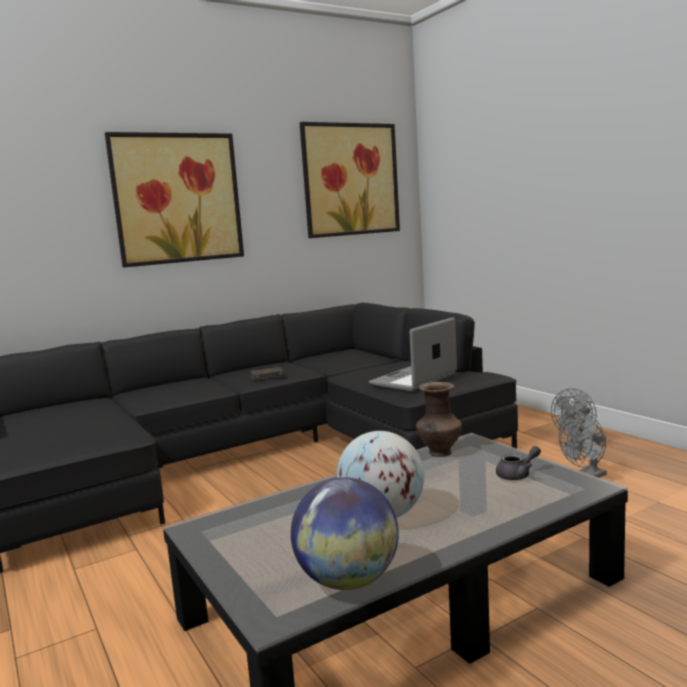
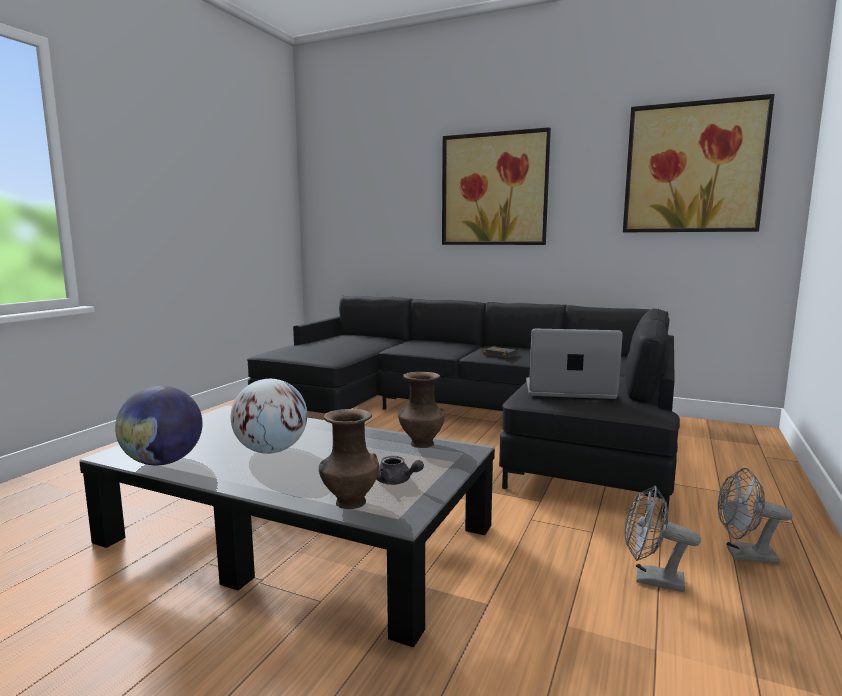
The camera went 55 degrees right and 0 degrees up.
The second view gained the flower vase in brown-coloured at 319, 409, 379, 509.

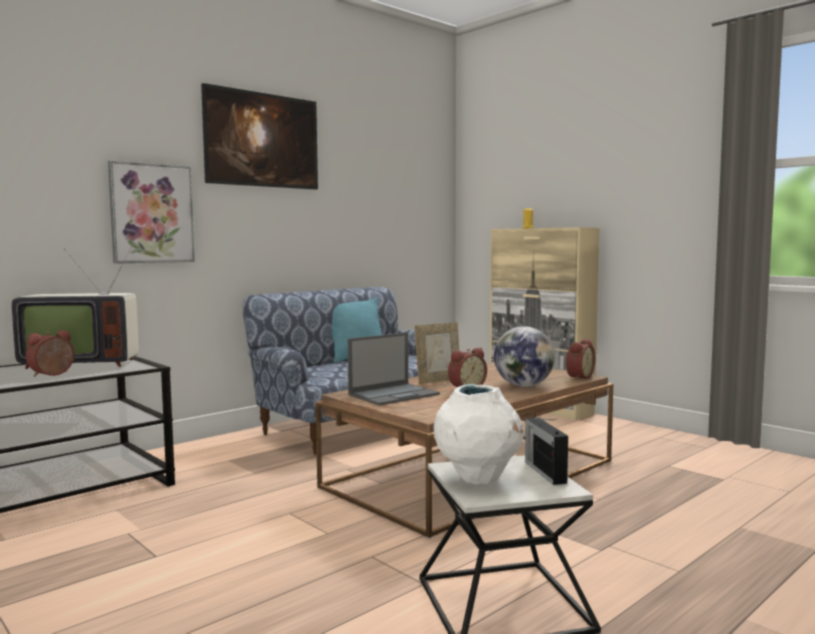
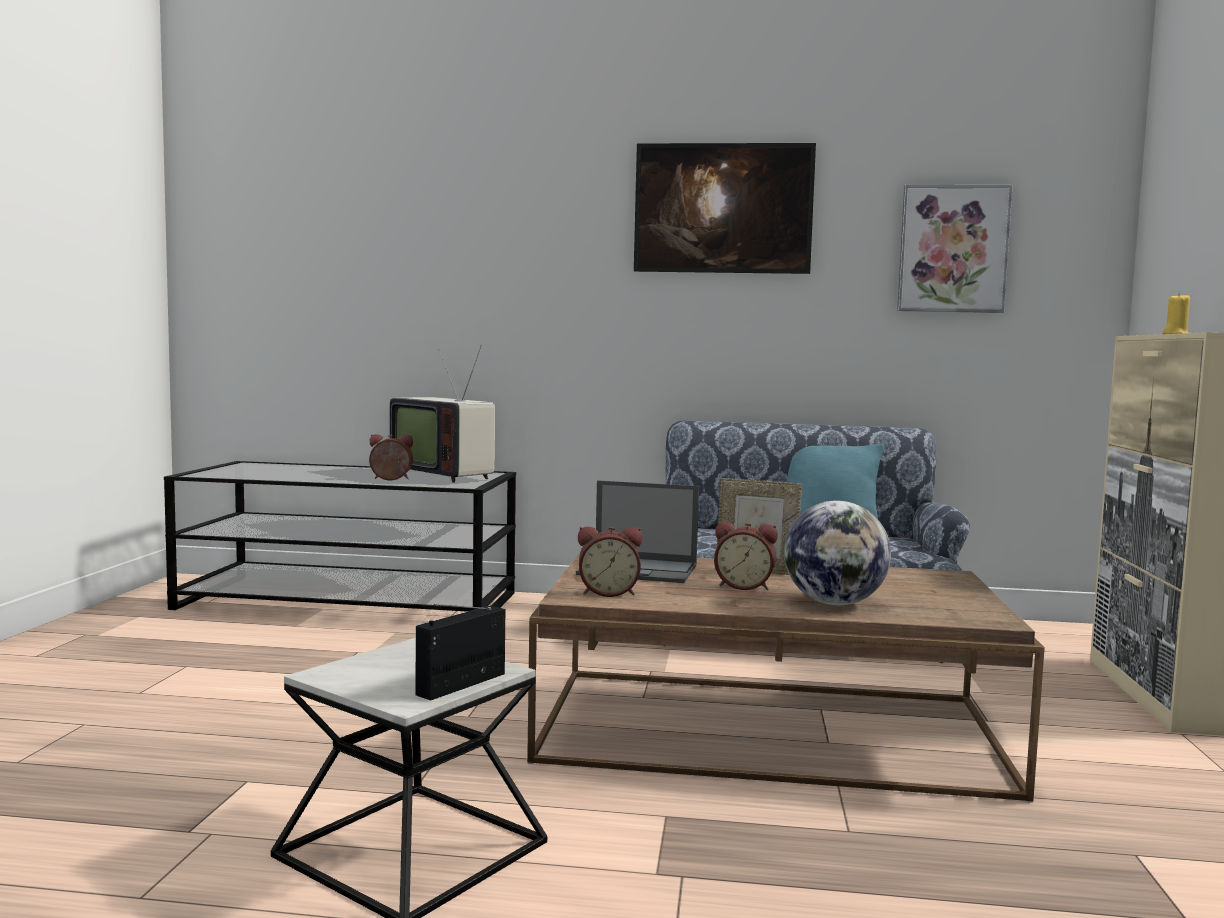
The camera went 50 degrees right and 0 degrees up.
The wall art ended up elsewhere, having gone from 108, 161, 195, 264 to 897, 185, 1013, 313.
The bedside clock ended up elsewhere, having gone from 566, 339, 595, 380 to 578, 526, 642, 597.
The second view lost the flower vase in white at 434, 384, 524, 484.

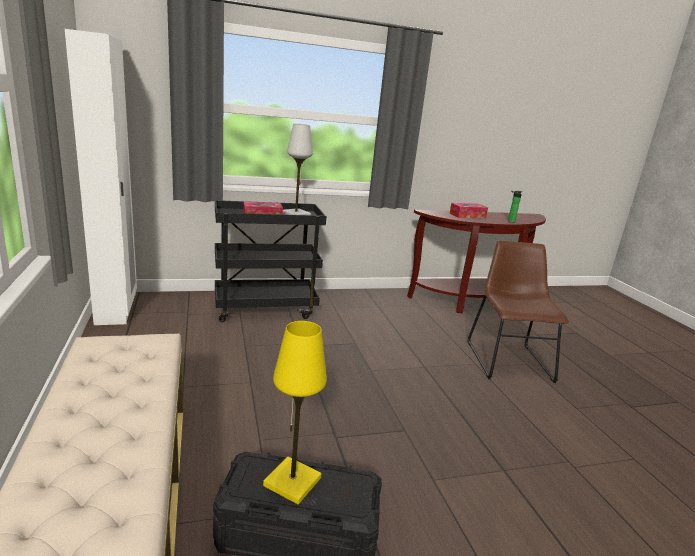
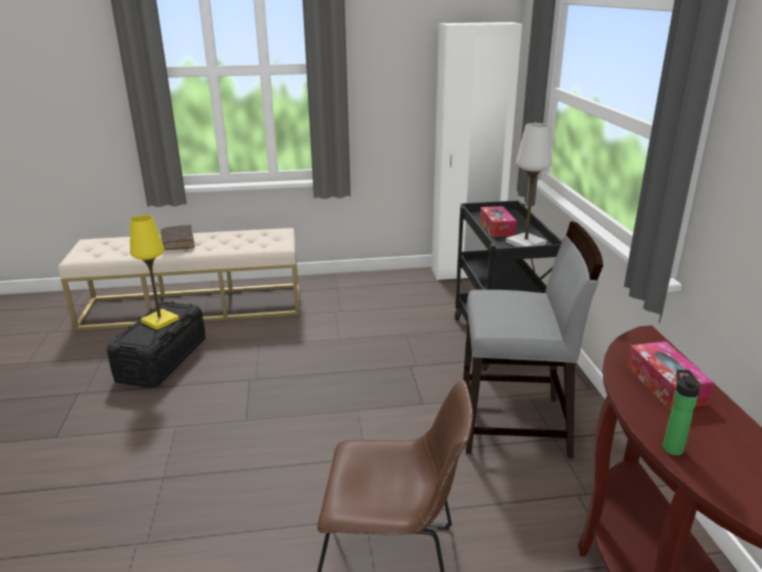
The camera went 100 degrees right and 5 degrees up.
The second view gained the chair in greyish at 463, 221, 603, 458.
The second view gained the volume in brown-coloured at 161, 225, 195, 250.

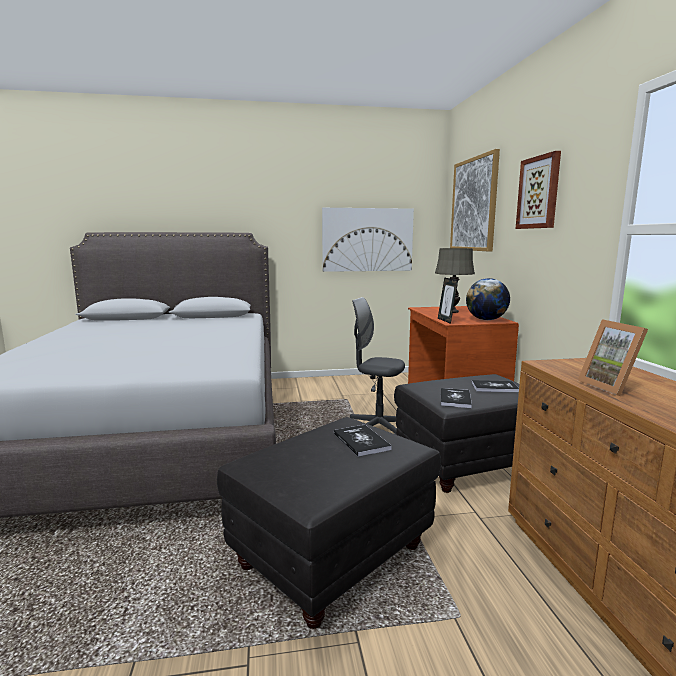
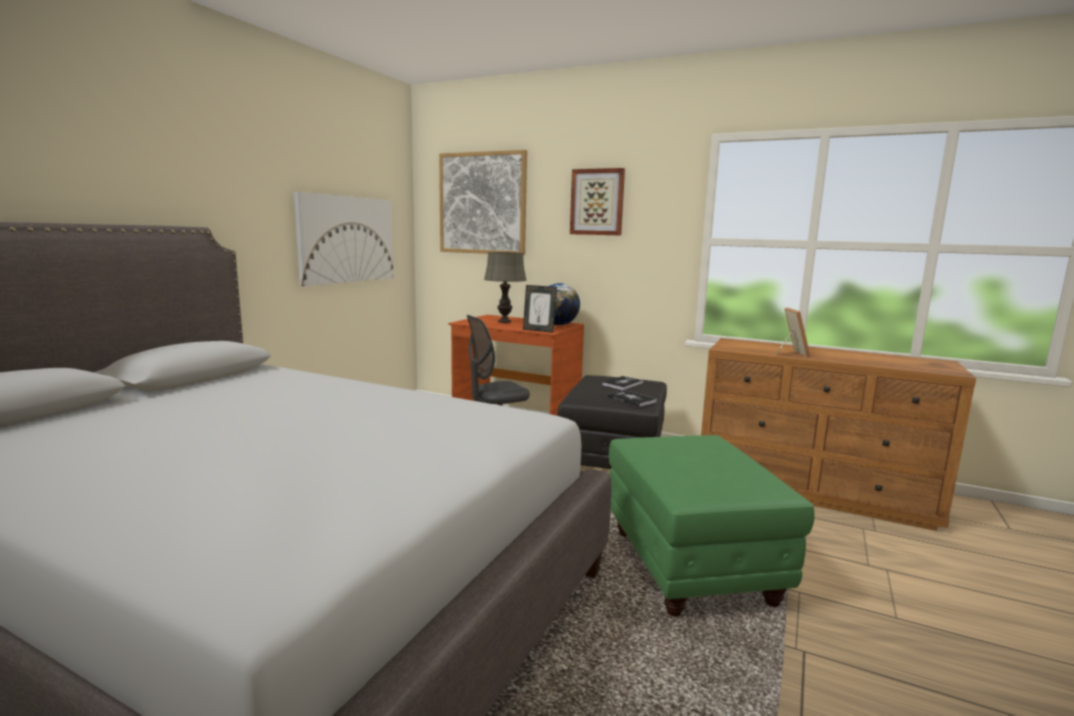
The camera went 55 degrees left and 0 degrees up.
The picture frame at 578, 319, 648, 396 ended up facing another way, 105 degrees counterclockwise from before.
What was the pouffe in black at 217, 417, 441, 629 turned into the pouffe in green-coloured at 609, 435, 814, 616.
The second view lost the volume at 334, 425, 392, 457.

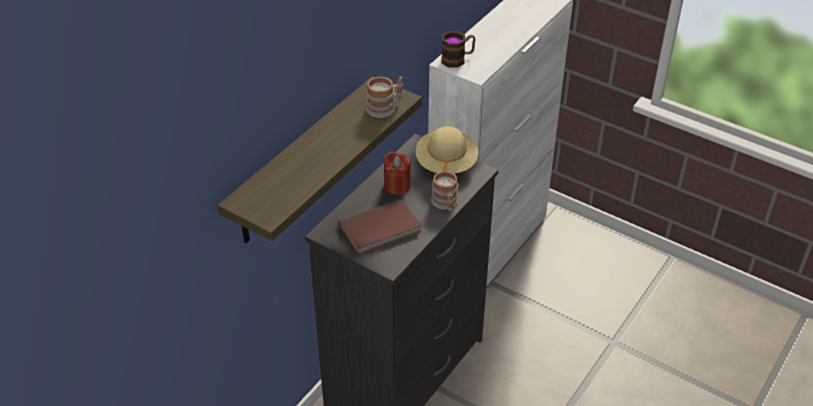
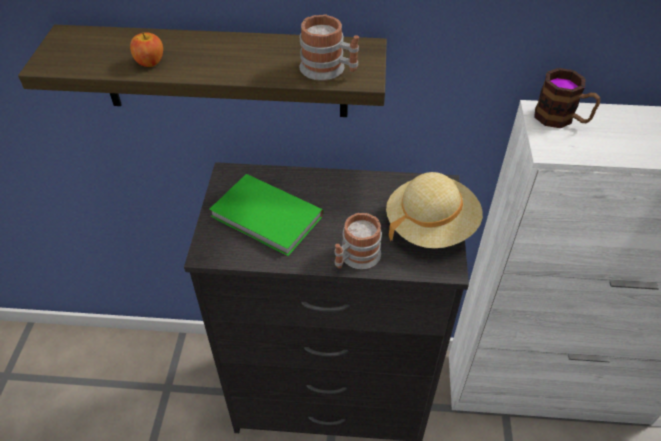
The camera went 60 degrees right and 5 degrees up.
The second view lost the wax light in reddish at 383, 152, 411, 195.
What was the volume in brown-coloured at 338, 199, 422, 255 turned into the volume in green-coloured at 209, 174, 324, 256.
The second view gained the apple at 130, 32, 163, 67.

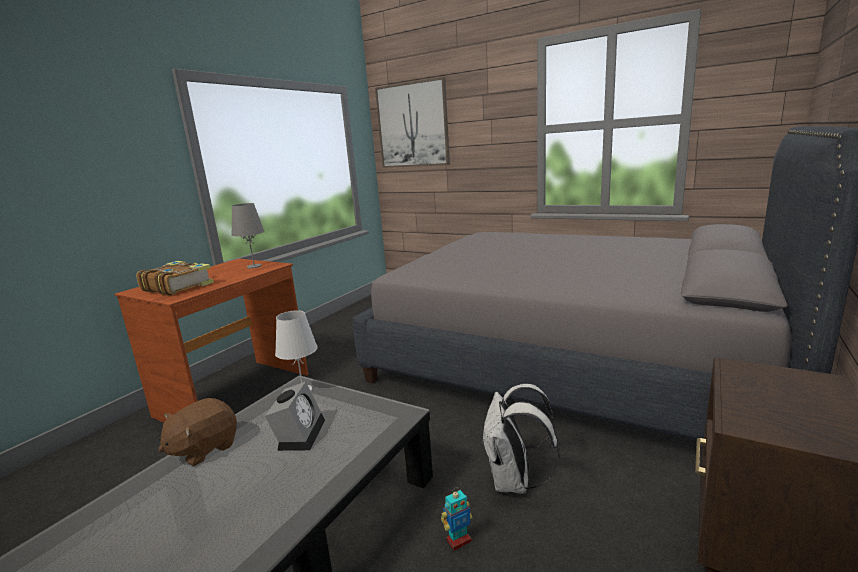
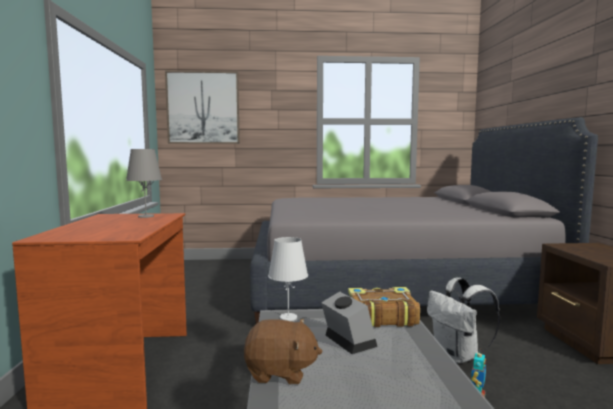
The camera went 35 degrees left and 10 degrees down.
The volume ended up elsewhere, having gone from 136, 261, 214, 296 to 348, 287, 420, 327.
The soft toy in brown-coloured at 158, 398, 237, 466 ended up facing another way, 90 degrees counterclockwise from before.

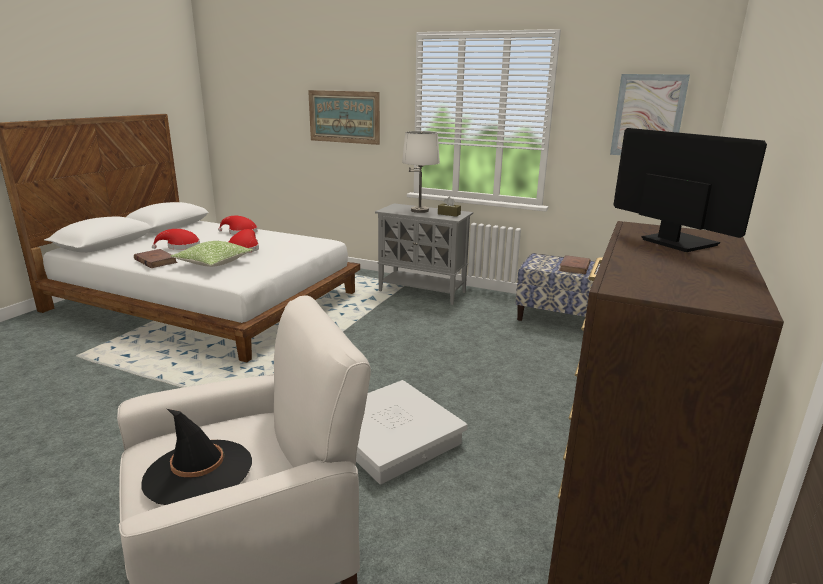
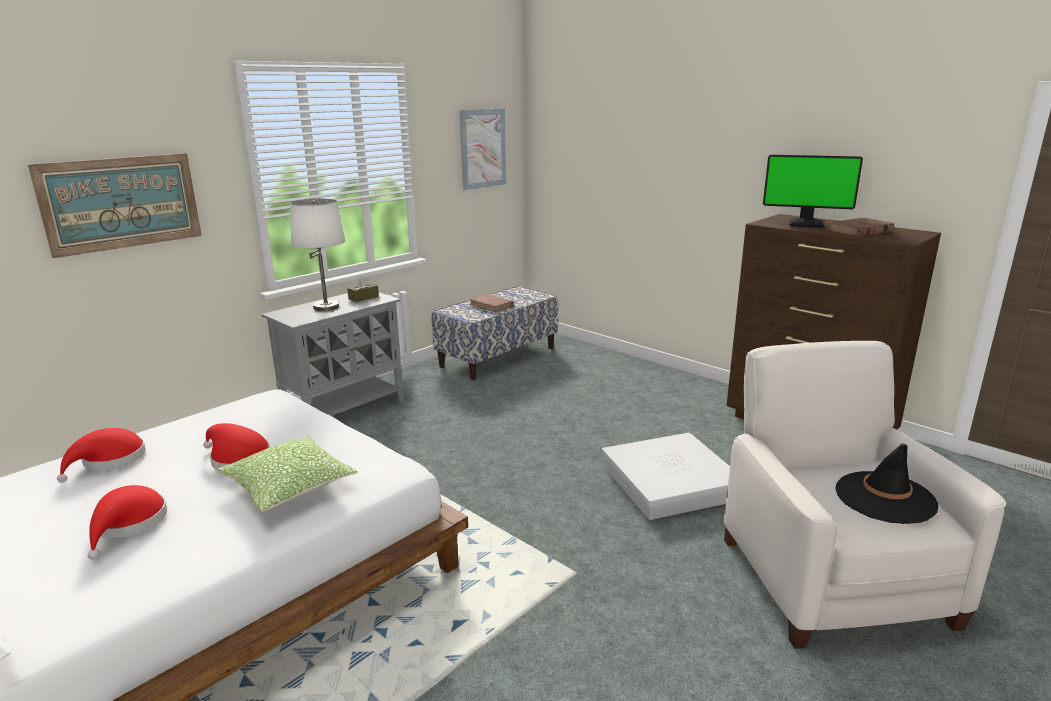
The camera went 70 degrees left and 0 degrees up.
The monitor at 613, 128, 767, 252 ended up facing another way, 150 degrees counterclockwise from before.
The volume in brown-coloured ended up elsewhere, having gone from 134, 249, 178, 268 to 827, 218, 894, 236.

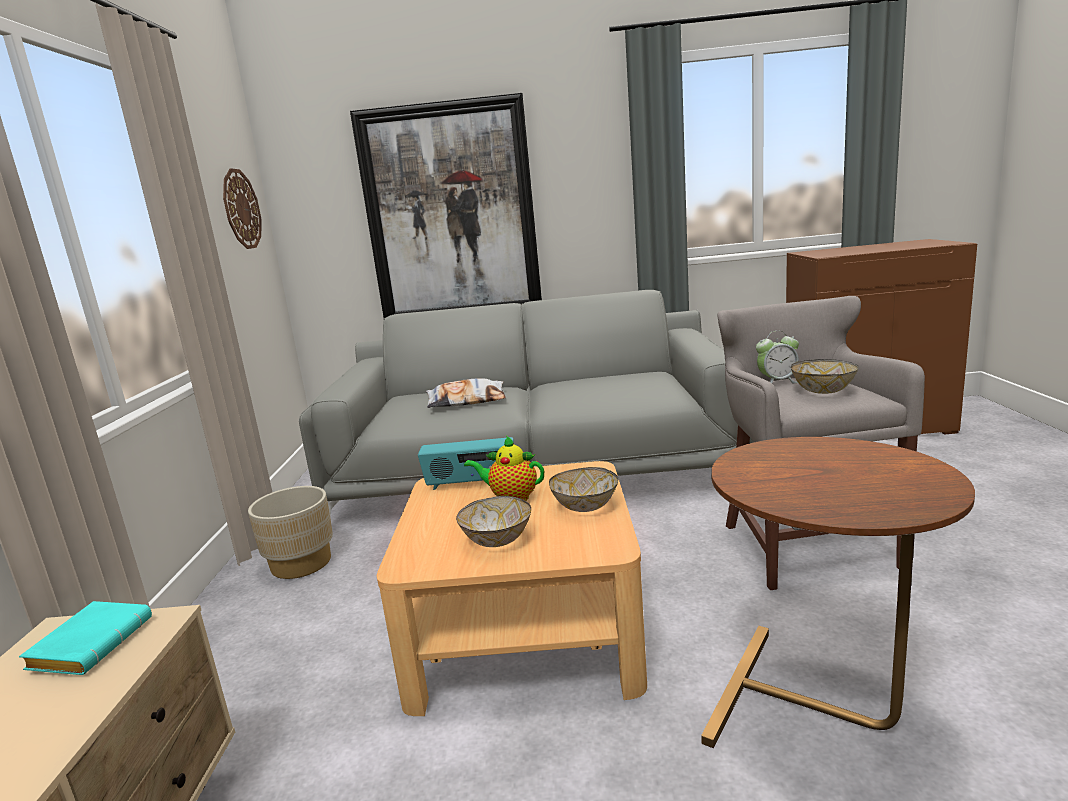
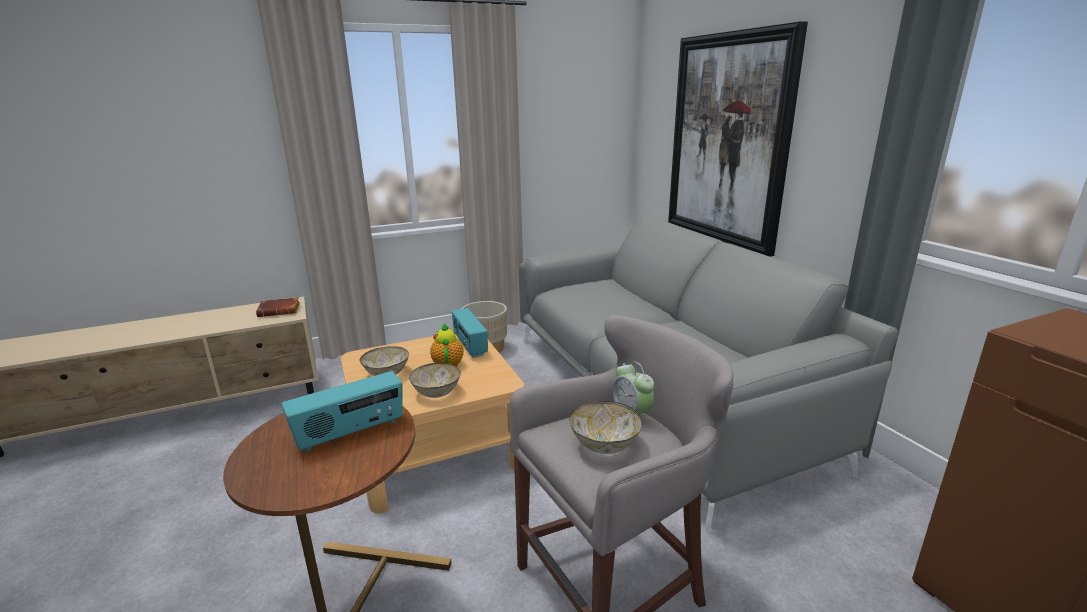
The camera went 65 degrees right and 5 degrees up.
The second view lost the wall clock at 223, 168, 262, 249.
The second view lost the throw pillow at 426, 378, 506, 408.
What was the volume in turquoise-coloured at 19, 601, 152, 675 turned into the volume in brown-coloured at 256, 297, 300, 317.
The second view gained the radio receiver at 281, 371, 403, 453.

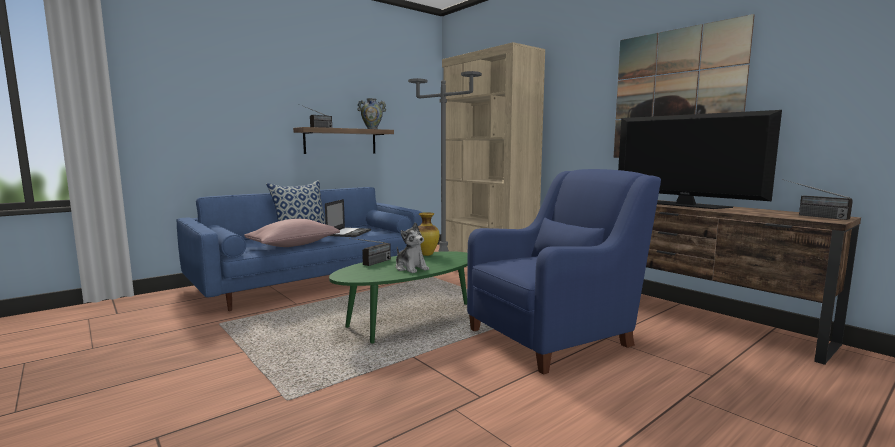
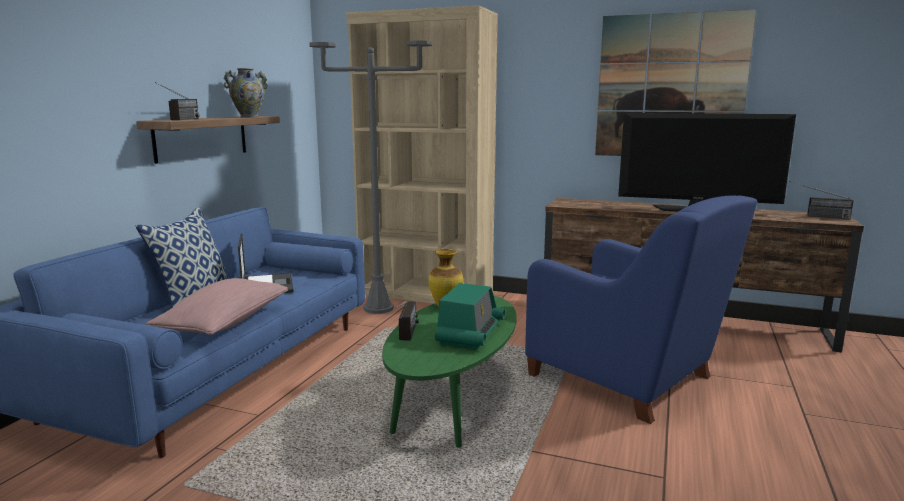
The camera went 30 degrees left and 5 degrees up.
The easy chair in blue at 467, 169, 661, 375 ended up facing another way, 105 degrees clockwise from before.
Where the soft toy stood at 396, 222, 429, 273, the radio receiver came to stand at 435, 283, 505, 350.

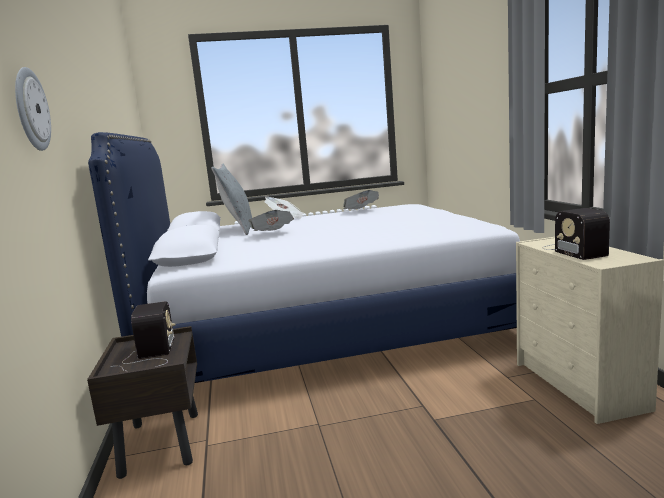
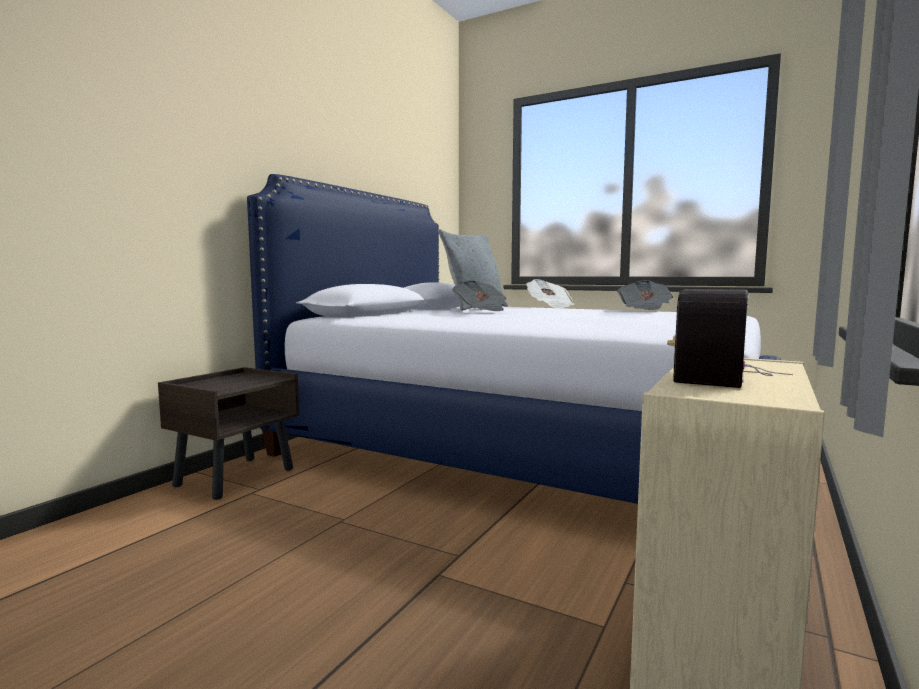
The camera went 40 degrees right and 5 degrees down.
The second view lost the wall clock at 15, 67, 51, 151.
The second view lost the radio receiver at 110, 301, 176, 371.

